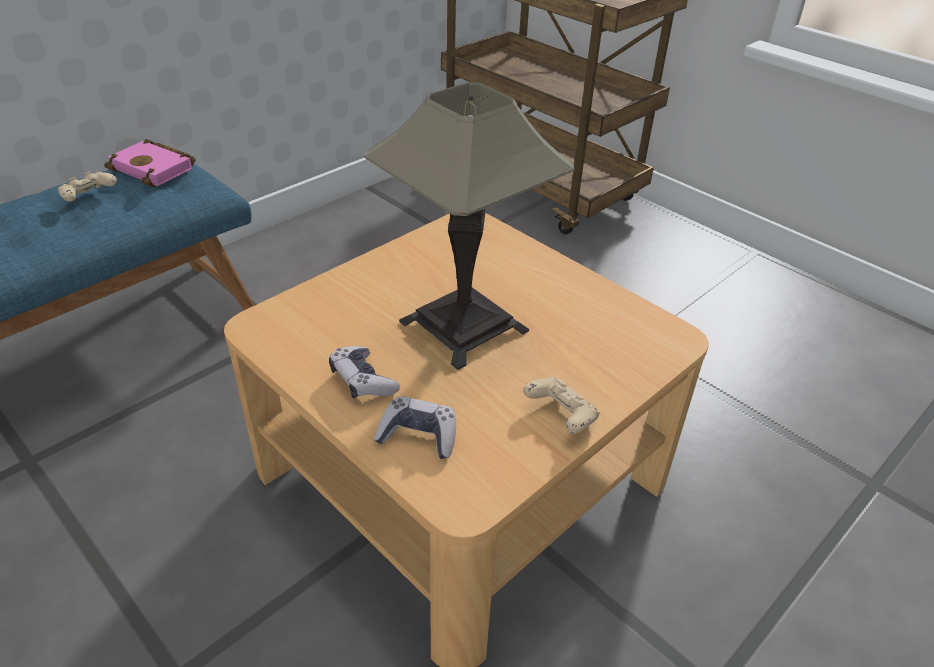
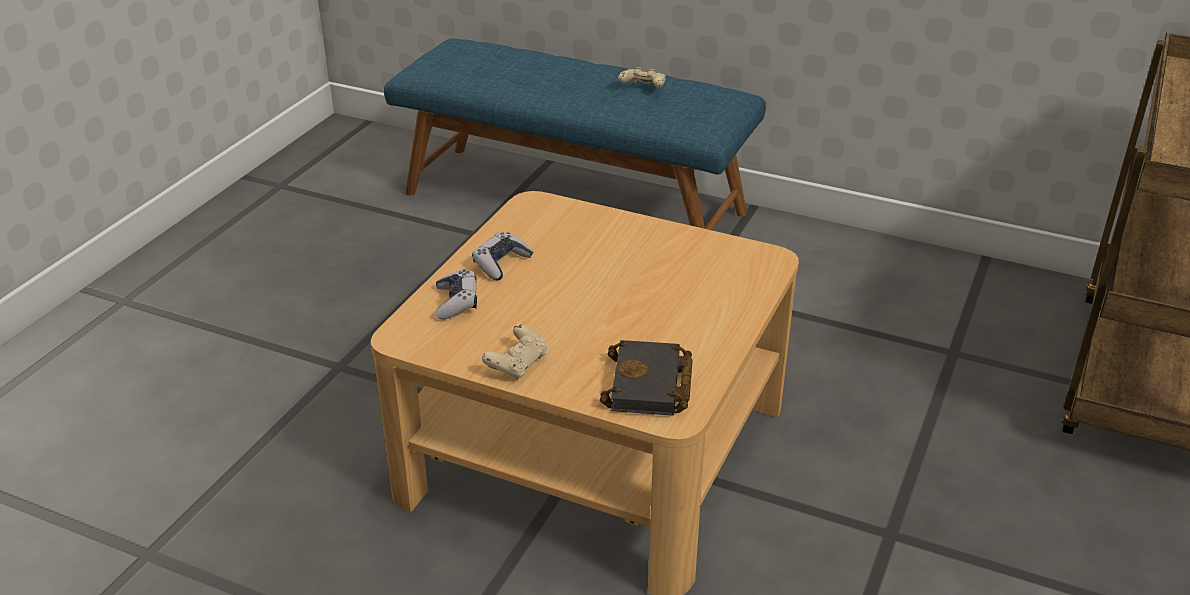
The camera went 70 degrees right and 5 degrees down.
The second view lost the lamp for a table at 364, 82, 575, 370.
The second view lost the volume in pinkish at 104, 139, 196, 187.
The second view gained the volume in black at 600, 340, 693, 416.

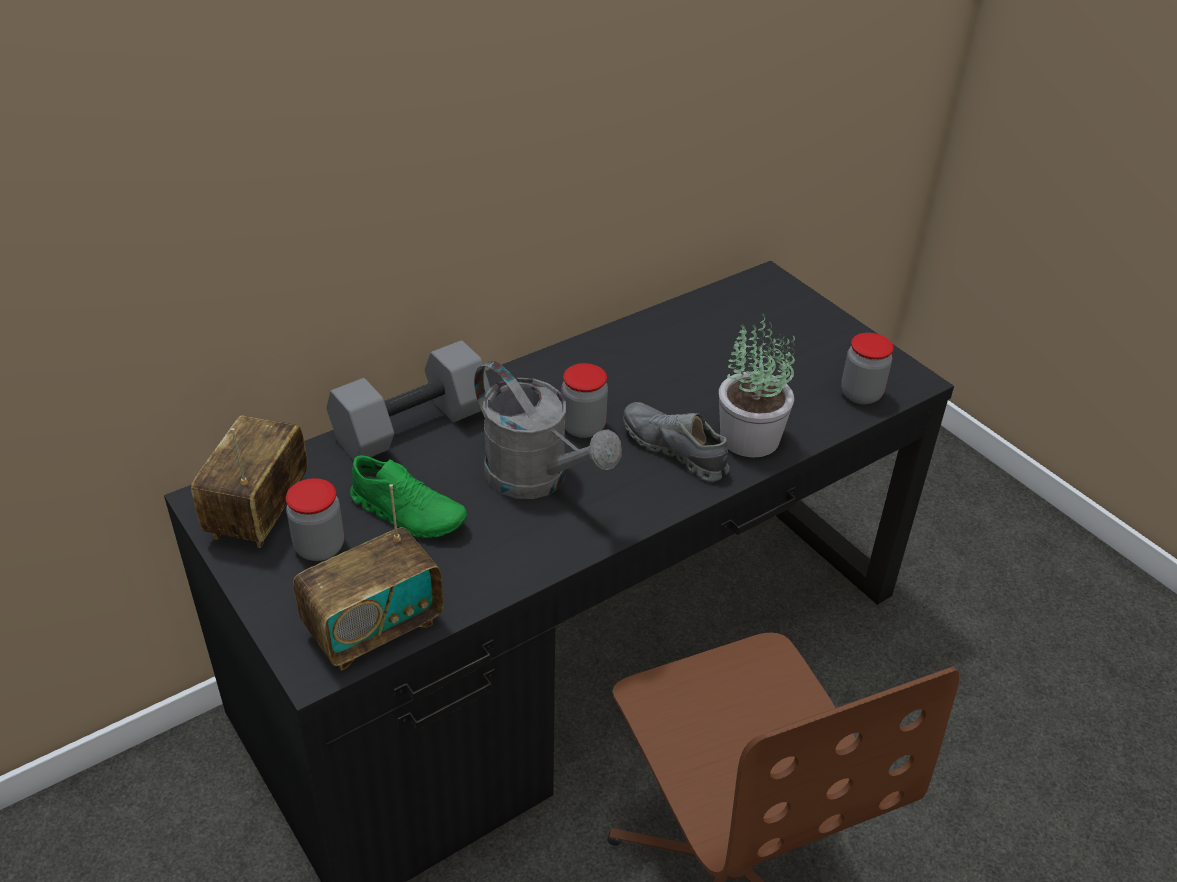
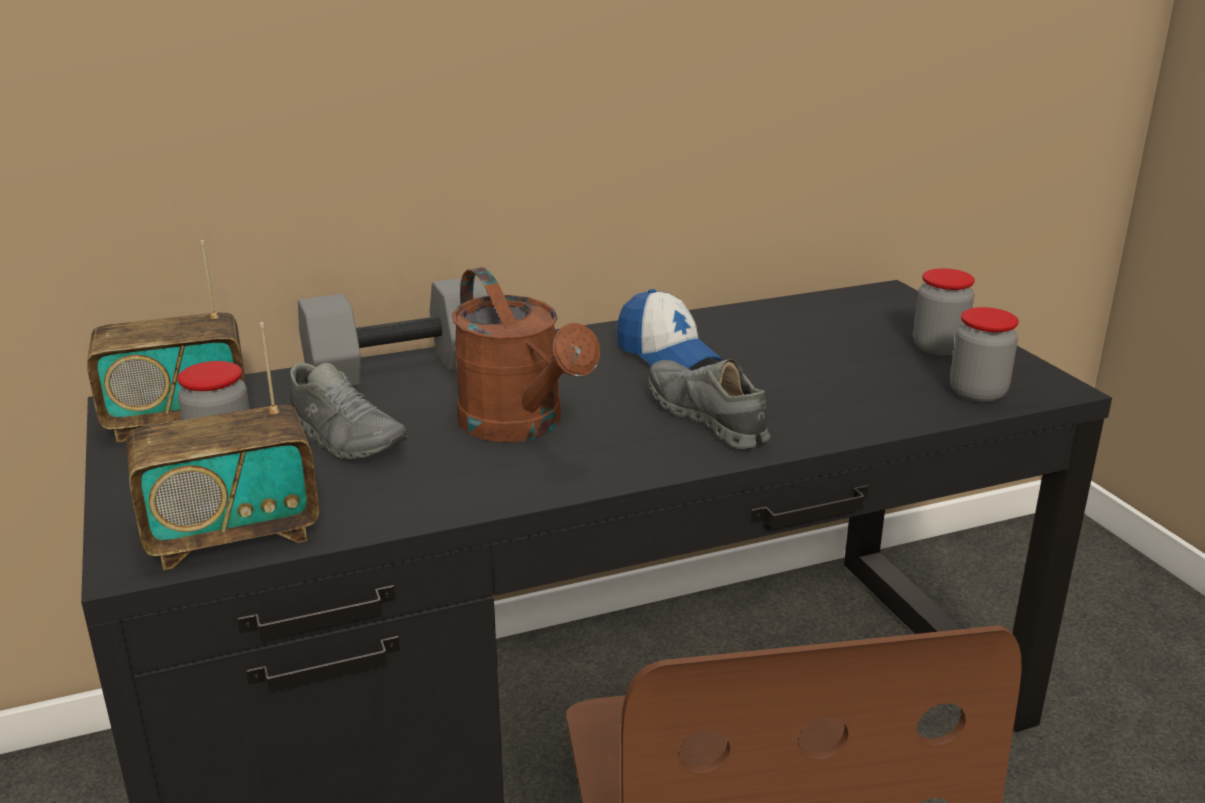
The camera went 15 degrees right and 15 degrees down.
The second view lost the houseplant at 719, 314, 795, 458.
What was the sprinkling can in greyish at 474, 361, 622, 499 turned into the sprinkling can in brown-coloured at 452, 267, 600, 442.
The storage jar ended up elsewhere, having gone from 561, 363, 608, 438 to 913, 268, 975, 356.
The radio receiver at 191, 415, 307, 548 ended up facing another way, 135 degrees counterclockwise from before.
What was the item of footwear in green-coloured at 350, 456, 467, 538 turned into the item of footwear in greyish at 290, 363, 408, 459.
The second view gained the peaked cap at 617, 289, 722, 369.

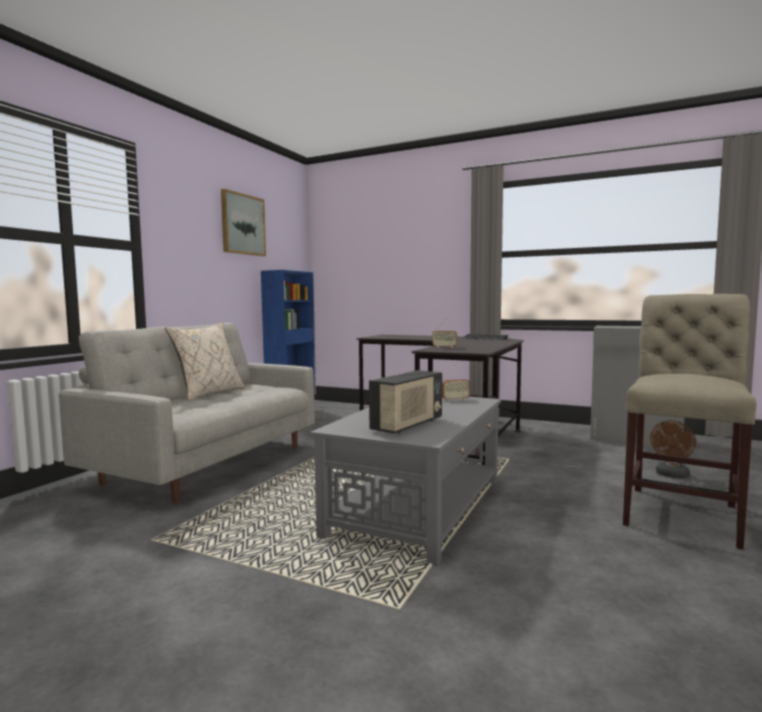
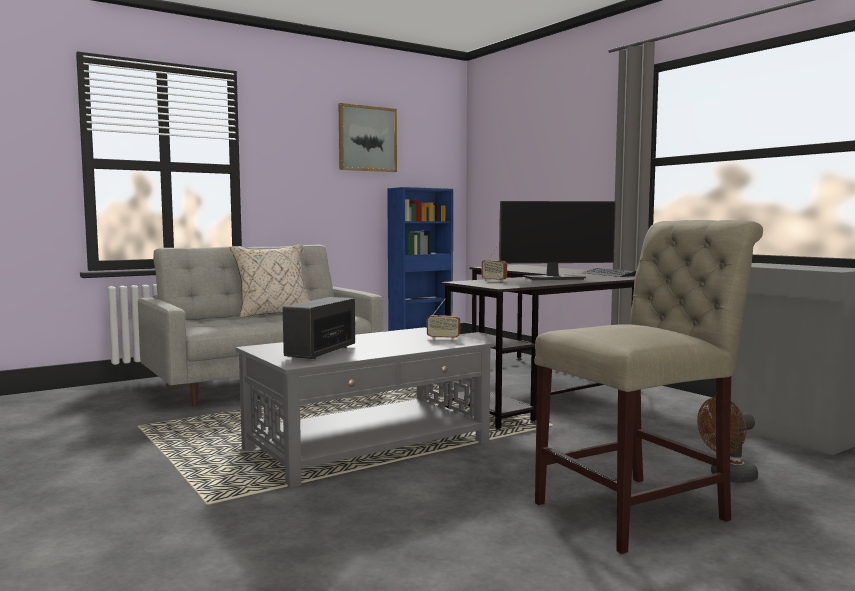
The camera went 30 degrees right and 0 degrees up.
The radio receiver at 369, 370, 442, 434 ended up facing another way, 135 degrees clockwise from before.
The second view gained the monitor at 499, 201, 616, 280.

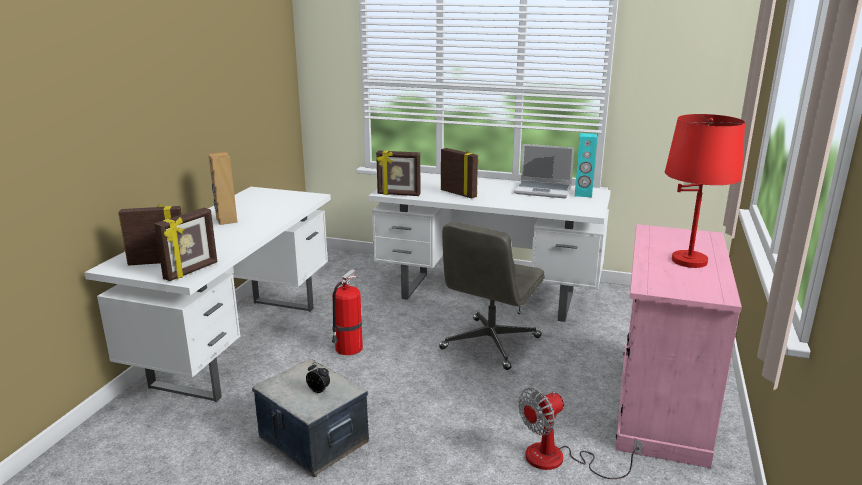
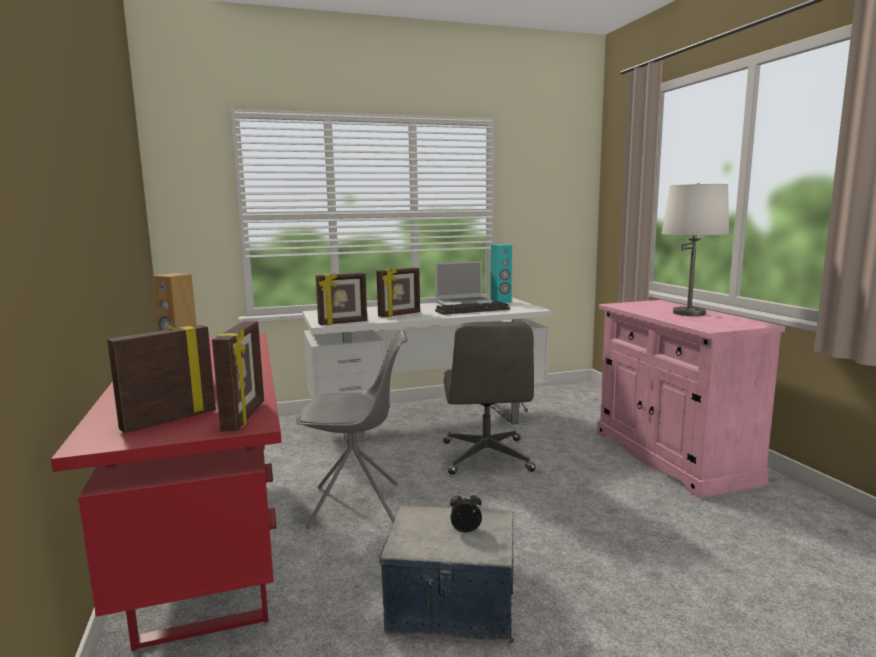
The camera went 35 degrees left and 10 degrees down.
What was the lamp for a table in reddish at 665, 114, 745, 268 turned into the lamp for a table in white at 662, 183, 729, 316.
The picture frame at 441, 148, 479, 199 ended up facing another way, 135 degrees clockwise from before.
What was the desk table in white at 84, 187, 331, 402 turned into the desk table in reddish at 51, 333, 281, 651.
Where the extinguisher stood at 332, 269, 363, 355, the chair in greyish came to stand at 296, 330, 407, 529.
The second view lost the electric fan at 518, 388, 644, 479.
The second view gained the keyboard at 435, 301, 510, 315.

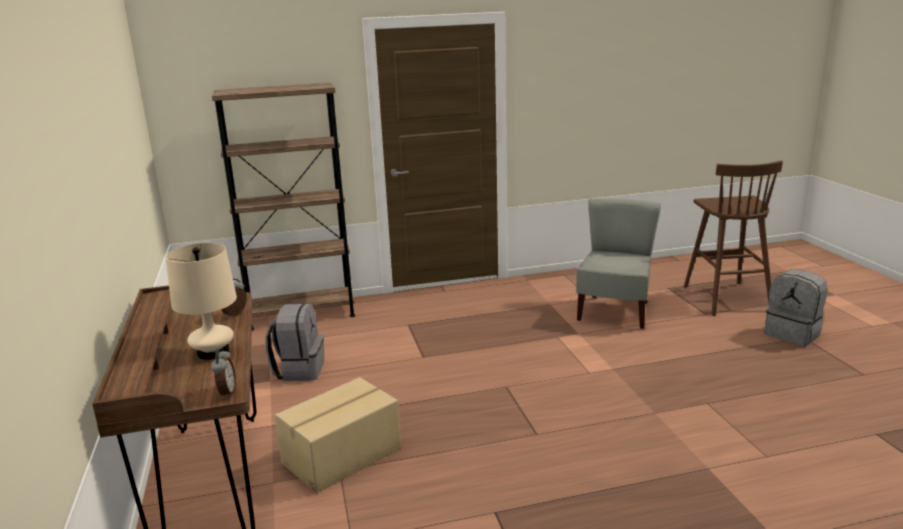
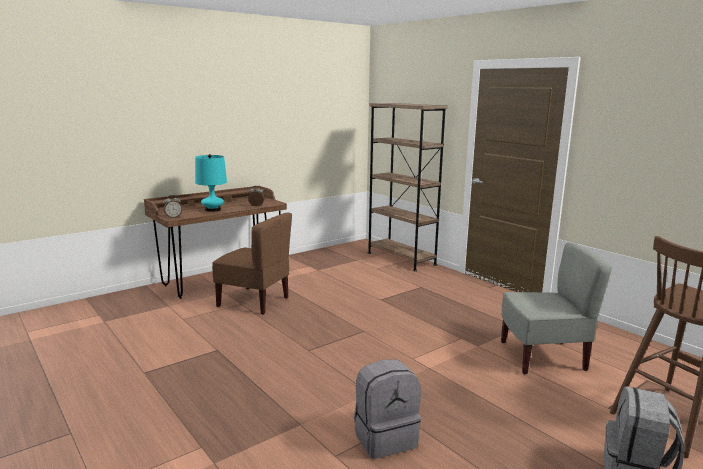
The camera went 65 degrees right and 5 degrees down.
What was the lamp for a table in beige-coloured at 166, 243, 237, 360 turned into the lamp for a table in turquoise-coloured at 195, 154, 227, 212.
The knapsack in greyish ended up elsewhere, having gone from 265, 304, 325, 381 to 354, 359, 421, 459.
Where the cardboard box stood at 275, 377, 401, 493, the chair in brown-coloured came to stand at 212, 213, 292, 315.

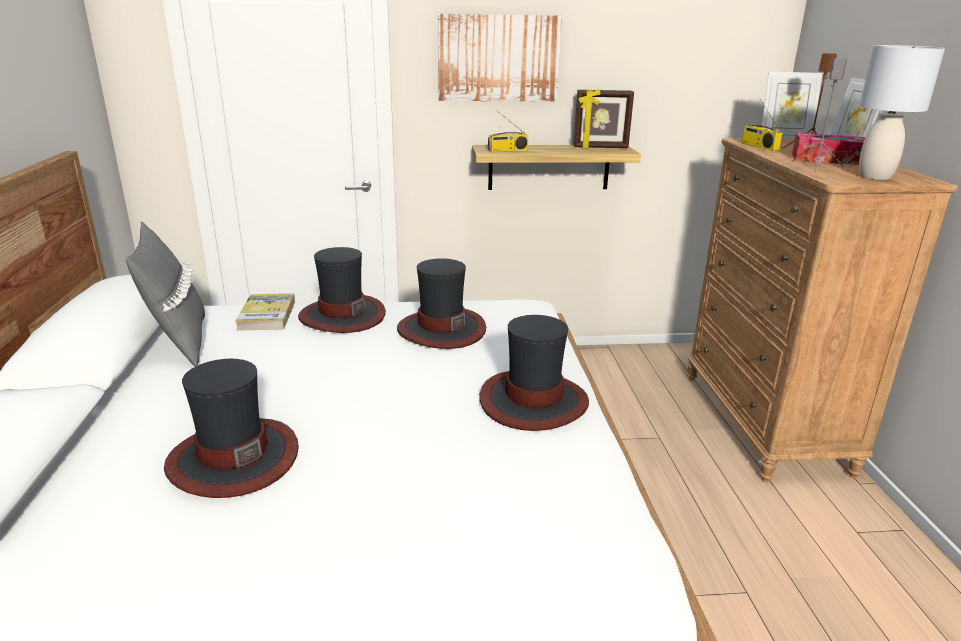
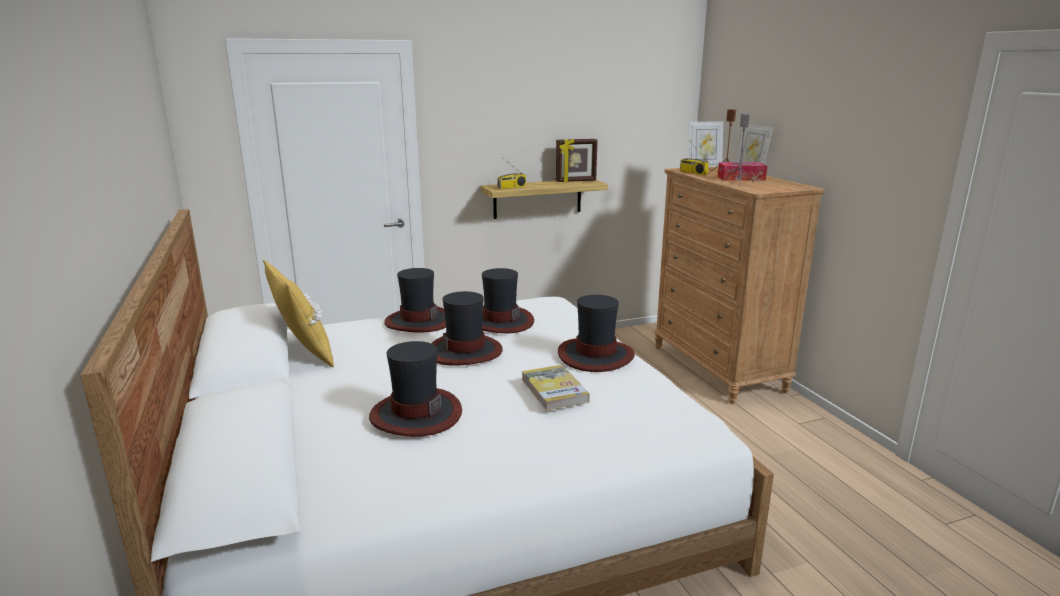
The camera went 15 degrees left and 5 degrees down.
The second view lost the wall art at 438, 14, 562, 102.
The second view lost the lamp for a table in greyish at 859, 45, 945, 180.
What was the throw pillow in greyish at 126, 221, 205, 367 turned into the throw pillow in yellowish at 263, 260, 334, 368.
The volume ended up elsewhere, having gone from 235, 293, 295, 331 to 522, 365, 590, 411.
The second view gained the wearable hat at 431, 291, 503, 366.

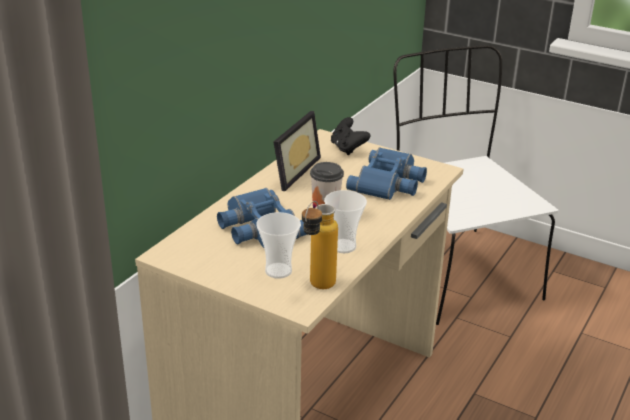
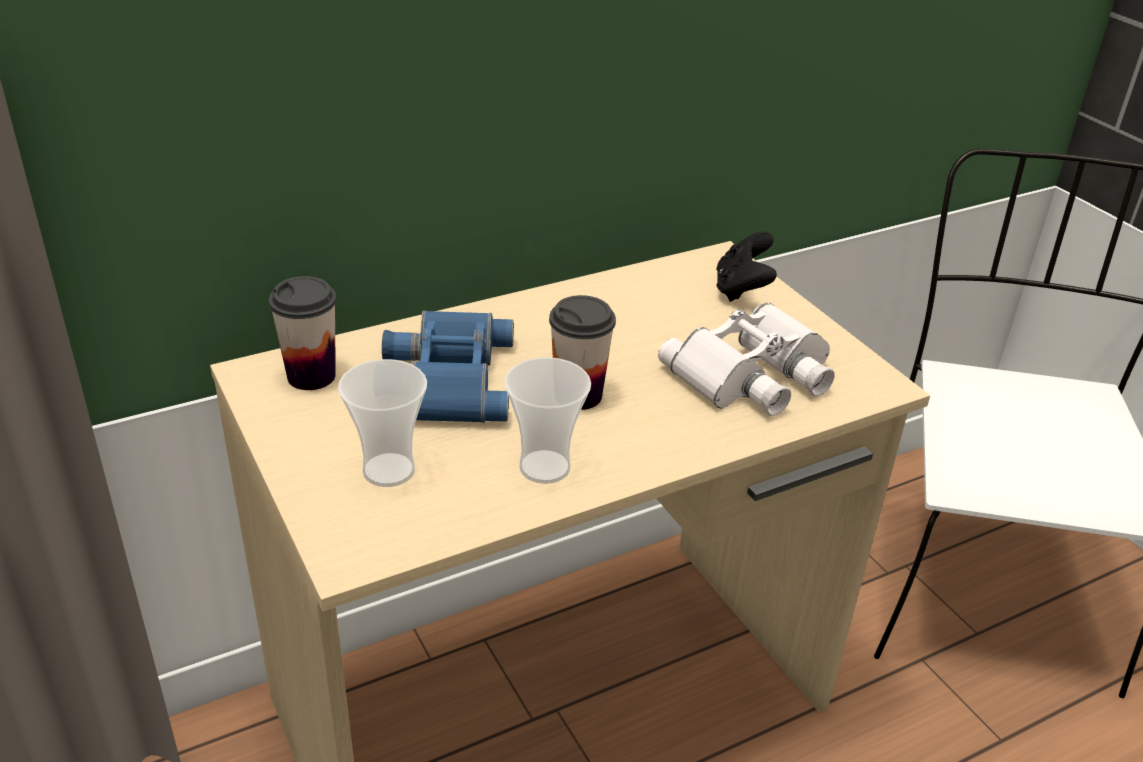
The camera went 30 degrees right and 5 degrees up.
The second view lost the picture frame at 273, 111, 321, 191.
What was the pair of binoculars in blue at 346, 147, 427, 200 turned into the pair of binoculars in white at 658, 302, 835, 416.
The second view lost the beverage bottle at 302, 201, 338, 289.
The second view gained the small cup at 269, 276, 337, 390.

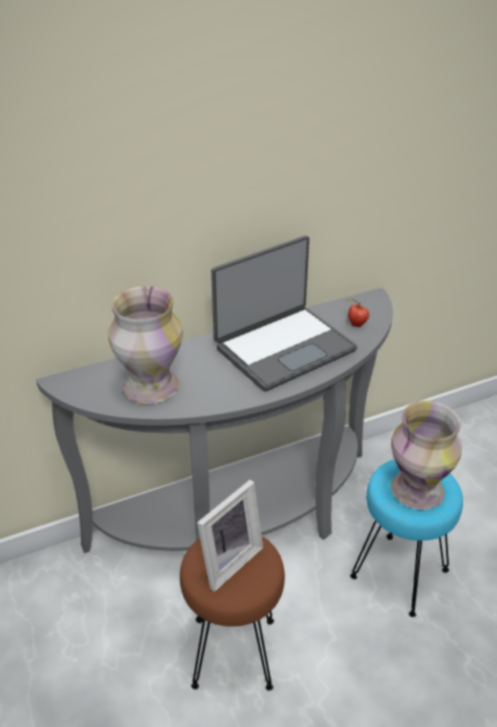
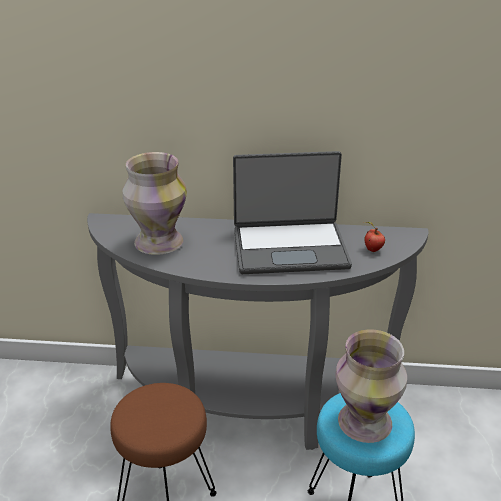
The camera went 30 degrees right and 5 degrees down.
The second view lost the picture frame at 197, 480, 263, 592.

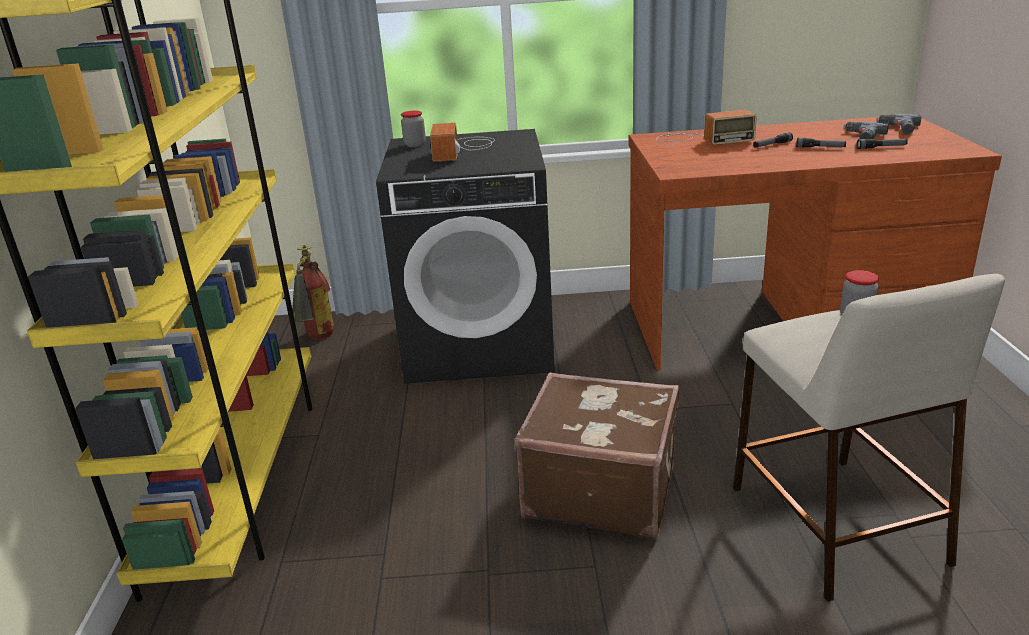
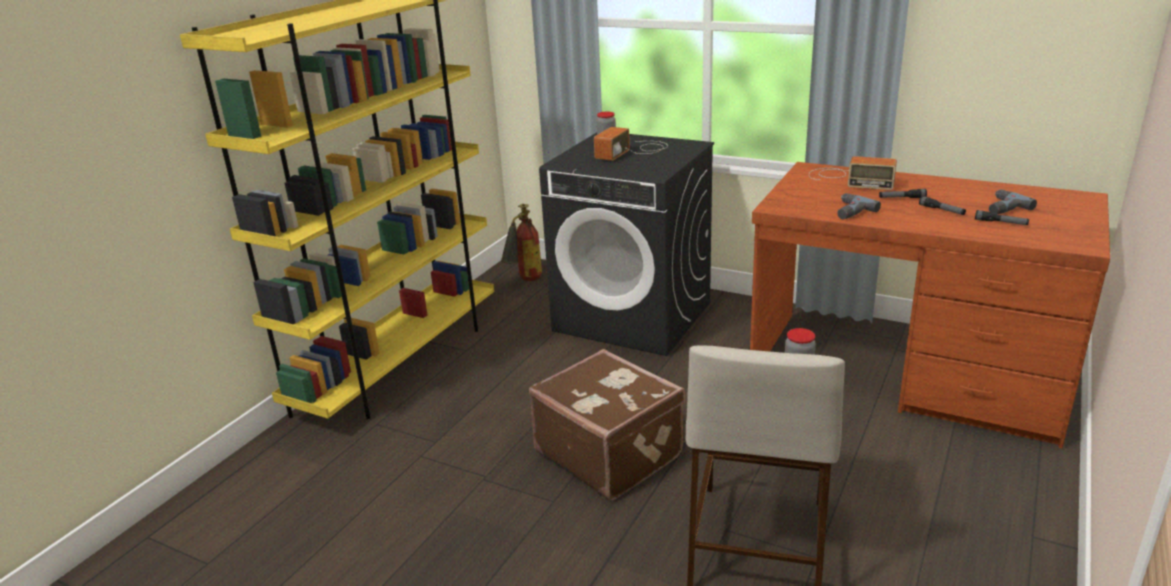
The camera went 30 degrees right and 0 degrees up.
The drill ended up elsewhere, having gone from 876, 114, 922, 135 to 837, 193, 881, 219.

